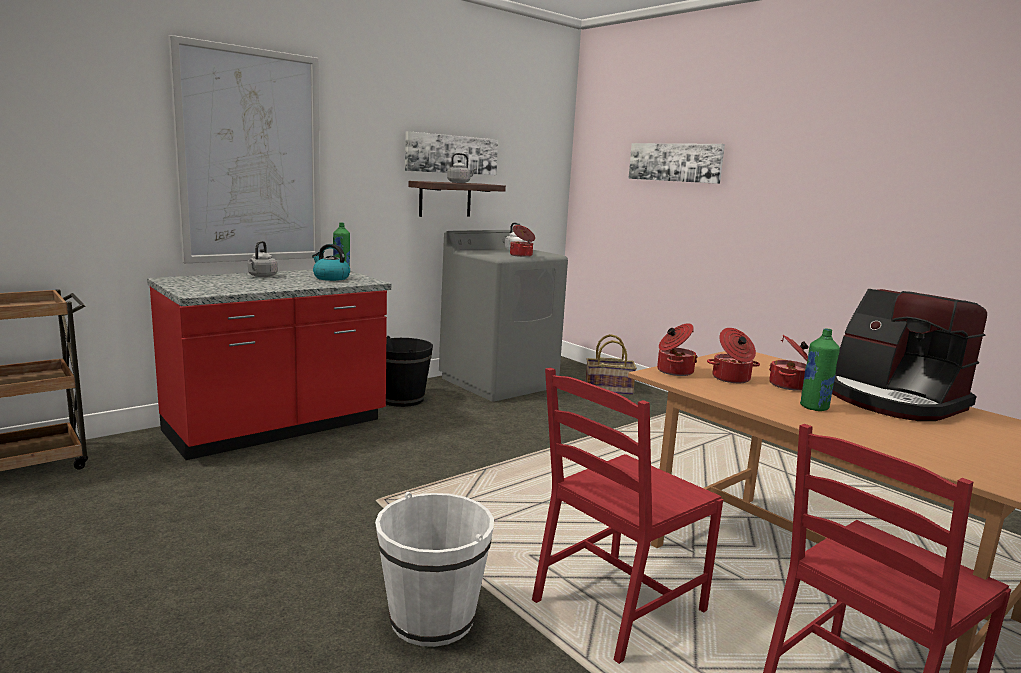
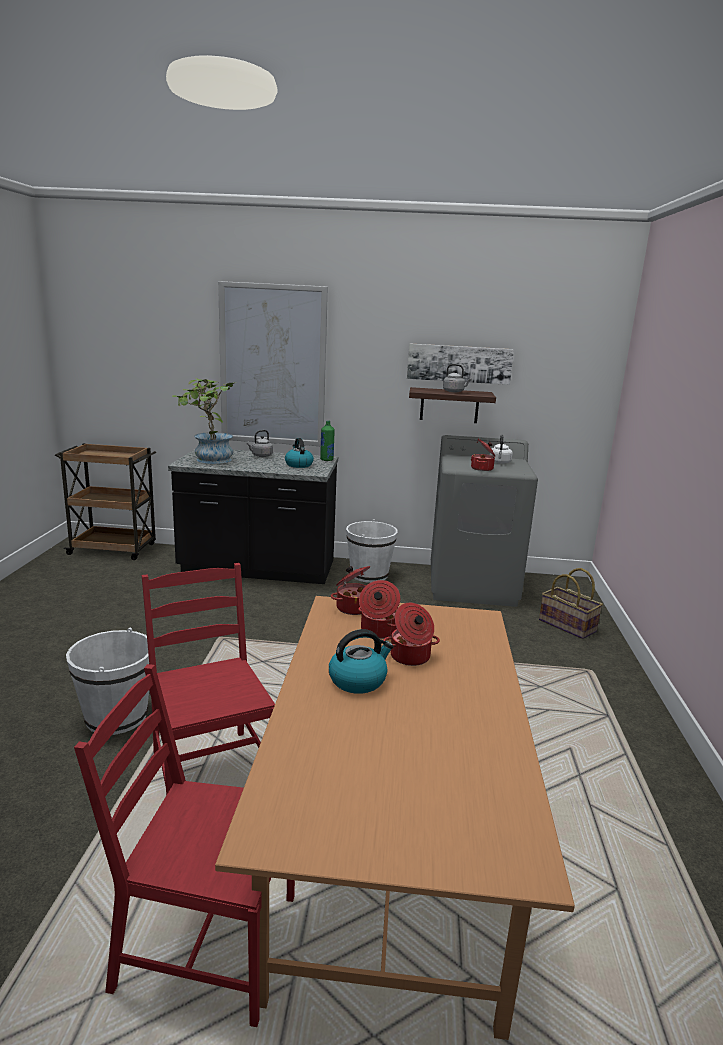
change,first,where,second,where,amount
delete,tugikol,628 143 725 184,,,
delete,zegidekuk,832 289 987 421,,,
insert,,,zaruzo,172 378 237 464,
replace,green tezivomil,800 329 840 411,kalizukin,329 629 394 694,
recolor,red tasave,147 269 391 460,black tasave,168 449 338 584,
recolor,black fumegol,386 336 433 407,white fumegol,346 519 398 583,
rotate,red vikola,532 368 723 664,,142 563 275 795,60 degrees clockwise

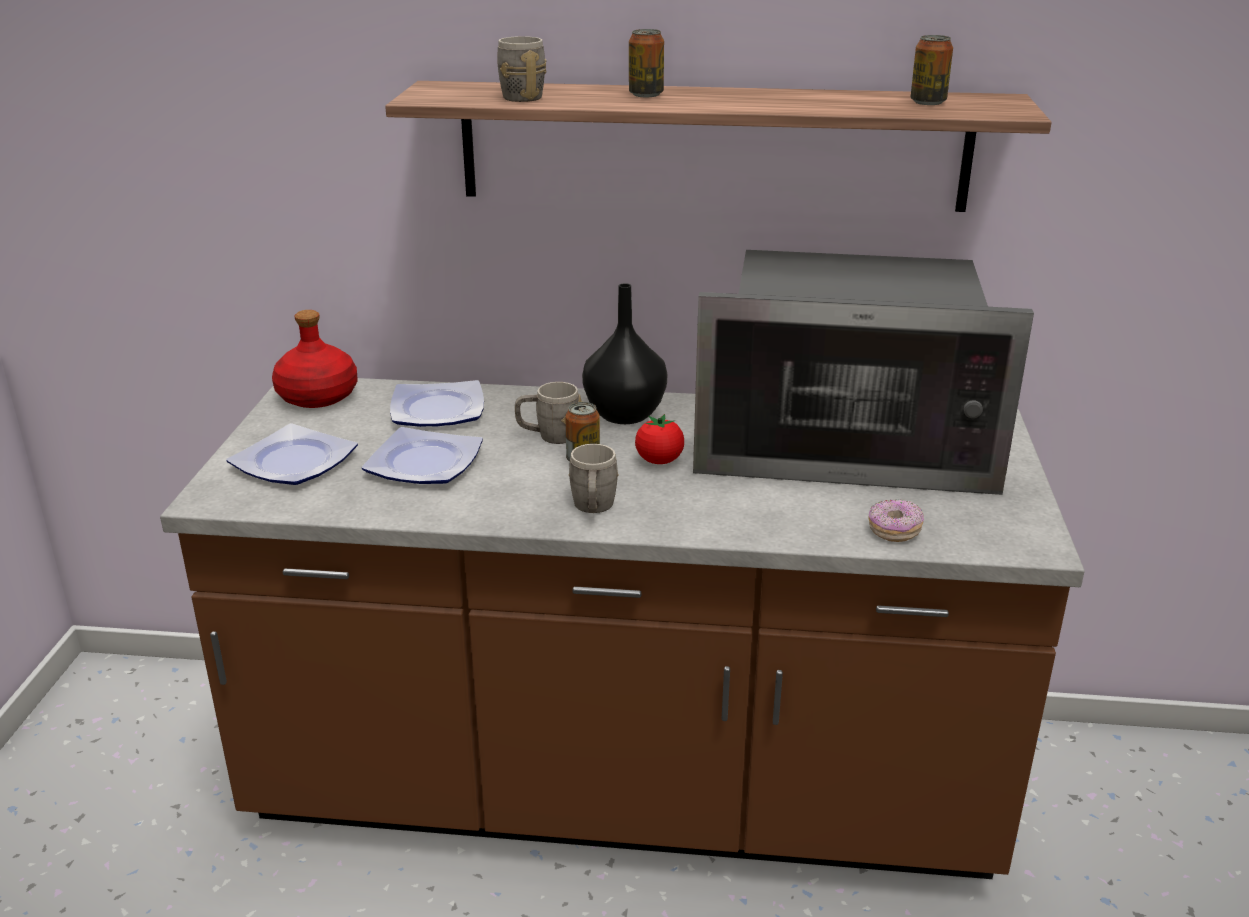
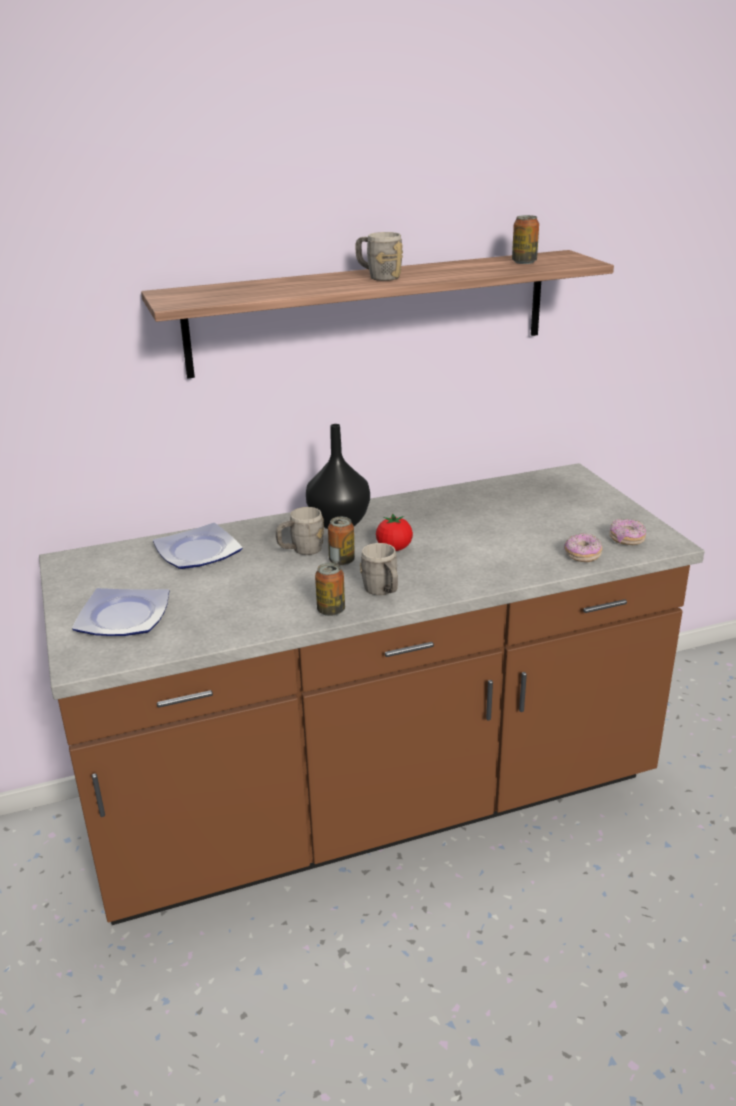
change,first,where,second,where,amount
delete,red tezivomil,272 310 358 408,,,
delete,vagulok,362 427 483 484,,,
delete,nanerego,693 250 1034 495,,,
insert,,,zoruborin,610 519 646 545,
move,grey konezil,498 36 547 102,,356 232 403 281,
move,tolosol,629 29 664 97,,315 563 345 616,

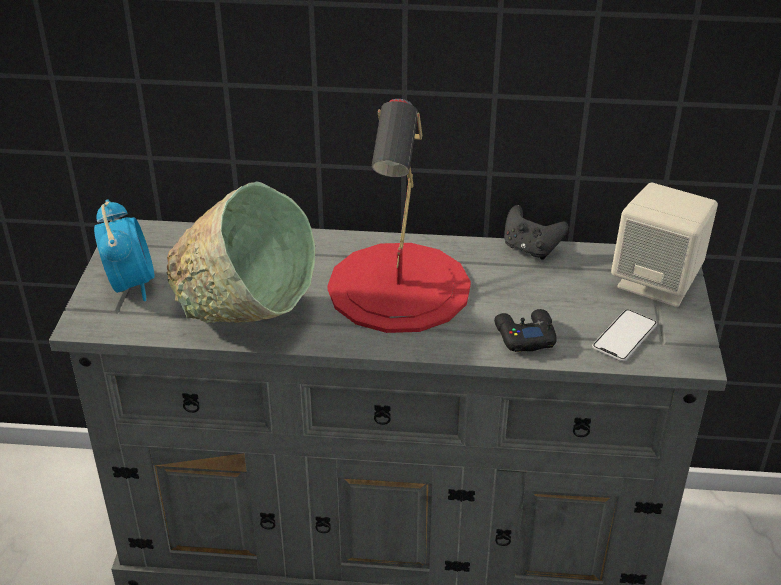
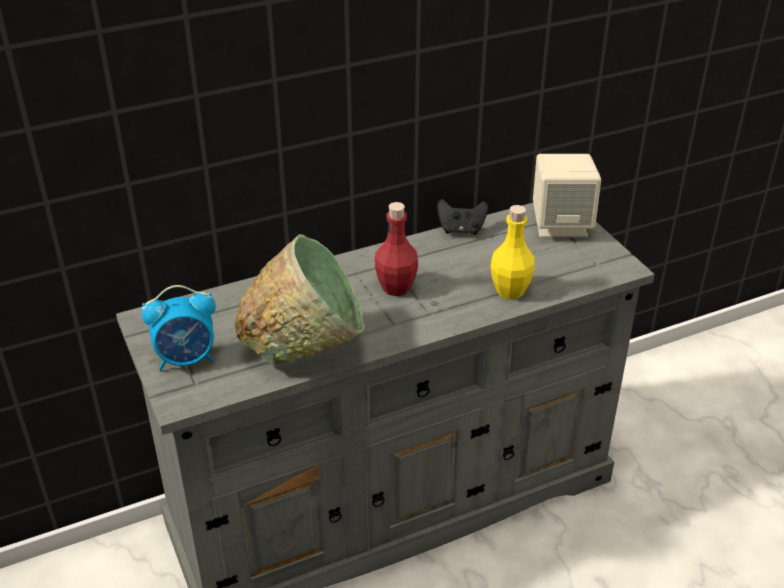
change,first,where,second,where,amount
delete,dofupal,592 309 657 361,,,
replace,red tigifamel,327 99 471 333,red tezivomil,375 202 418 296,
replace,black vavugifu,494 309 557 352,yellow tezivomil,490 205 535 299,
rotate,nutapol,94 199 154 301,,141 285 216 371,120 degrees clockwise

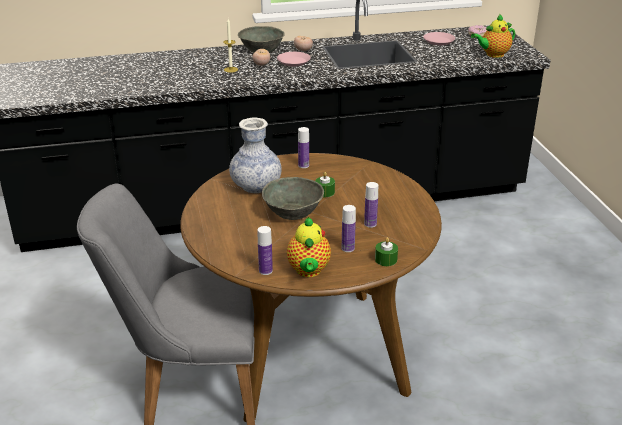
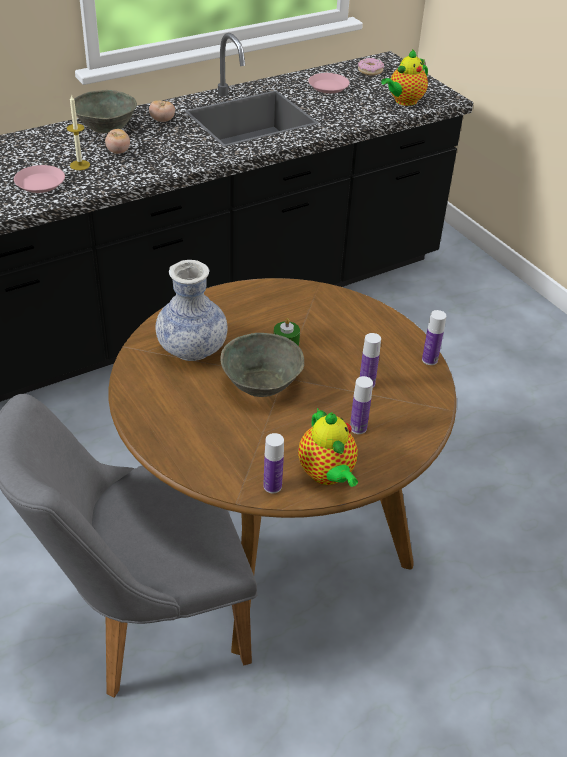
change,first,where,second,where,amount
delete,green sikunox,375 237 398 266,,,
move,pink vagulok,277 52 311 66,,14 165 65 193,
move,tezivomil,298 127 309 168,,422 310 446 365,

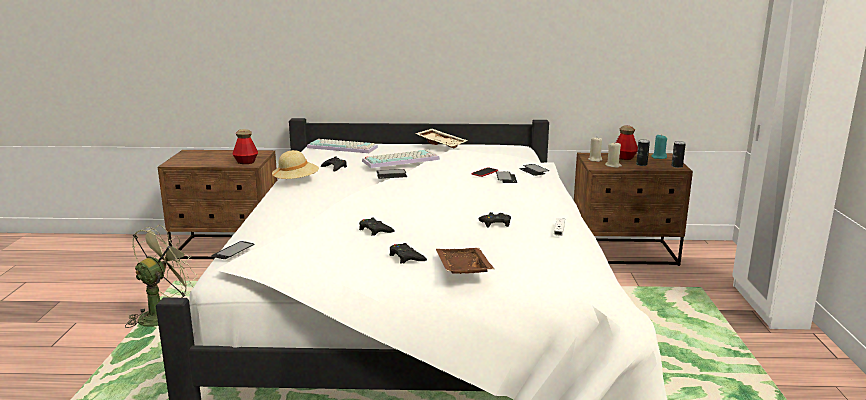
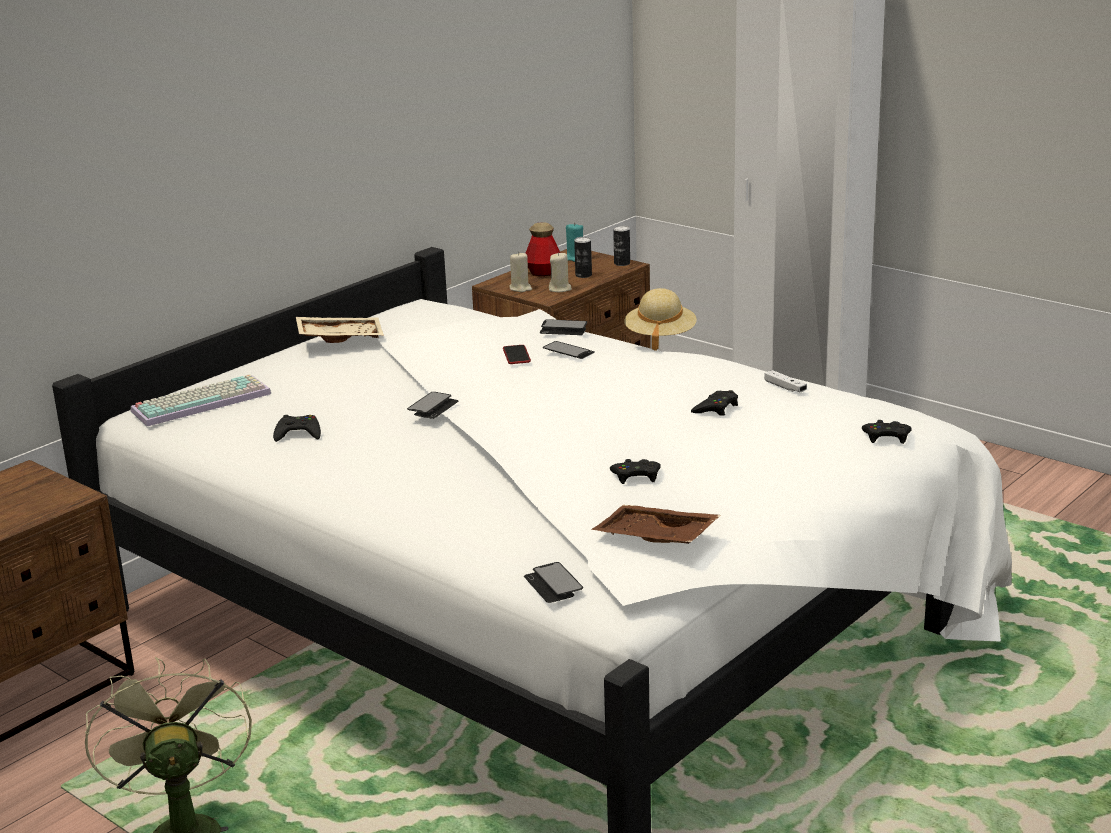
change,first,where,second,where,amount
delete,tezivomil,232 129 258 164,,,
delete,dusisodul,362 149 440 168,,,
move,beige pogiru,272 150 319 186,,624 288 697 351,
move,black vavugifu,390 243 427 264,,862 420 912 444,
move,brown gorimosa,436 248 494 274,,591 505 721 544,

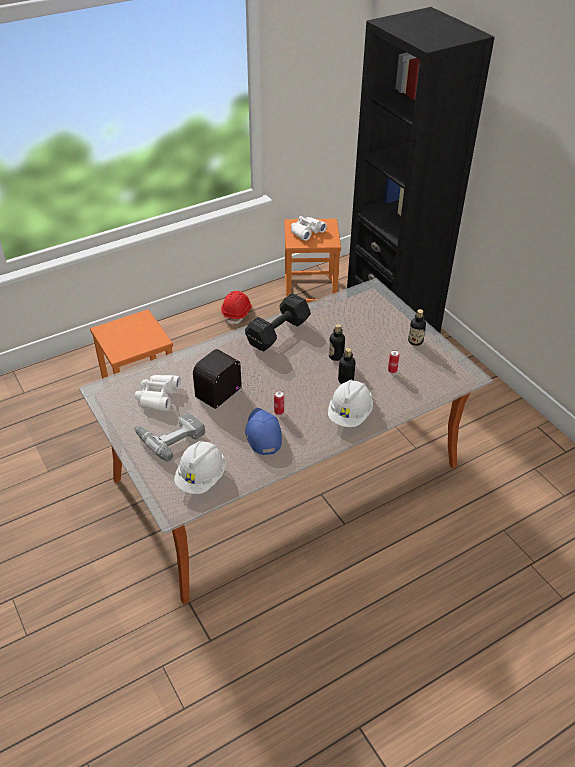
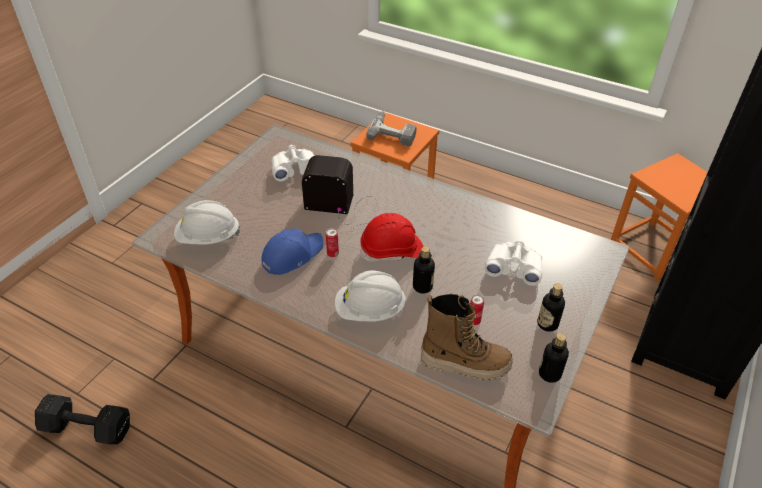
change,first,where,second,where,amount
insert,,,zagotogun,421 294 513 381,
move,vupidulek,134 413 205 461,,366 111 417 146,
move,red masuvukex,221 291 252 326,,360 213 424 262,
move,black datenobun,245 293 311 351,,35 394 130 444,
move,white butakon,291 216 327 241,,485 240 542 286,
move,tezivomil,329 324 345 361,,539 333 569 383,

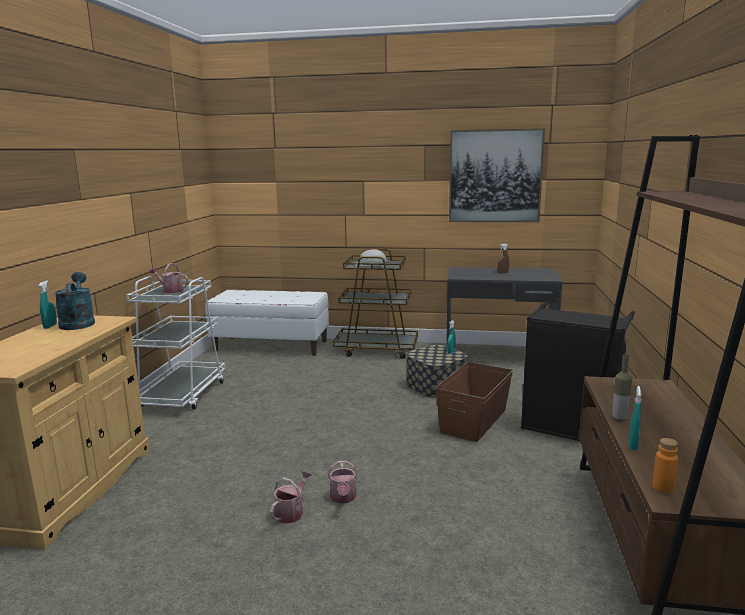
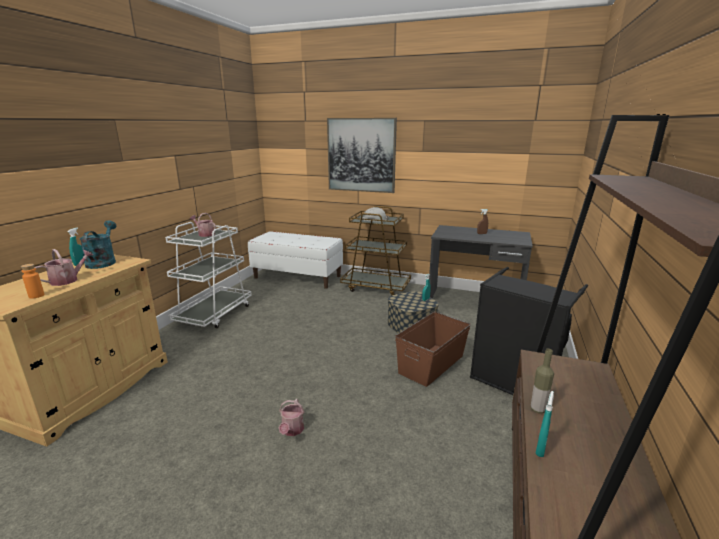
change,first,where,second,where,amount
move,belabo,270 471 312 524,,35 249 93 286,
move,tugikol,449 128 545 222,,327 118 397 193,
move,orange tezivomil,652 438 678 493,,21 264 44 299,

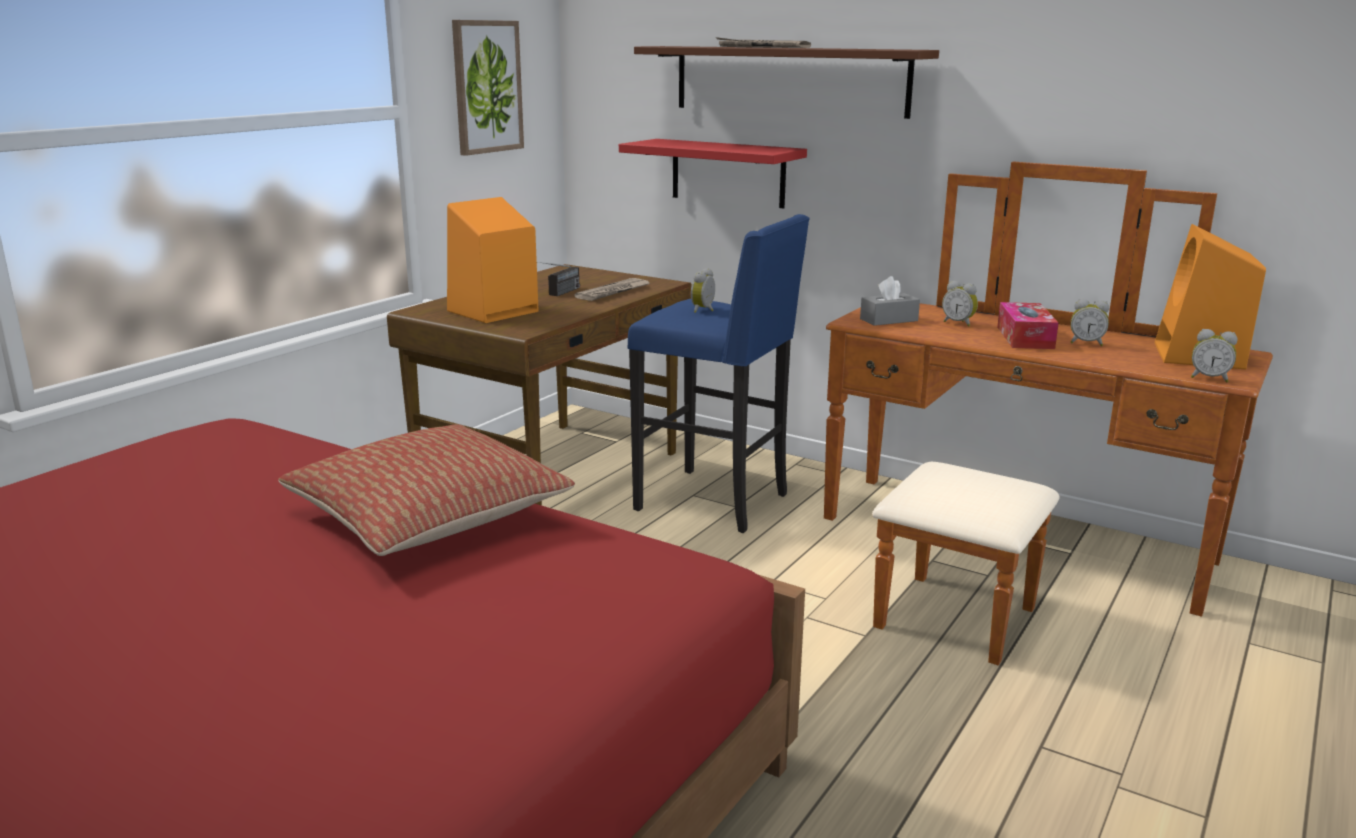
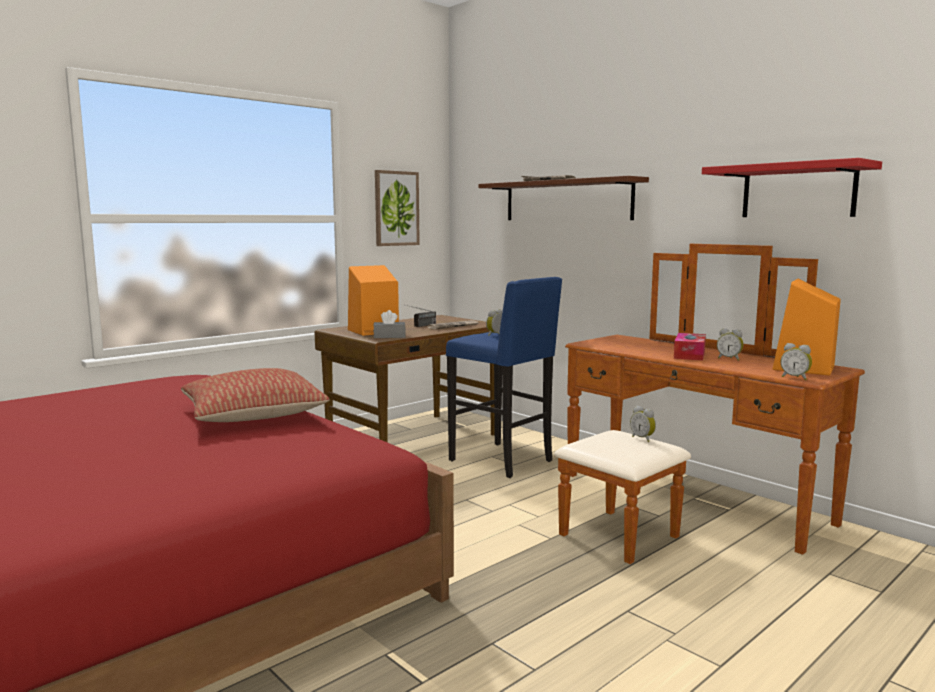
change,first,where,second,where,amount
move,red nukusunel,619 139 807 208,,702 158 882 217,
move,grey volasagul,860 276 920 326,,373 310 406 338,
move,nutapol,942 280 978 327,,630 406 656 442,

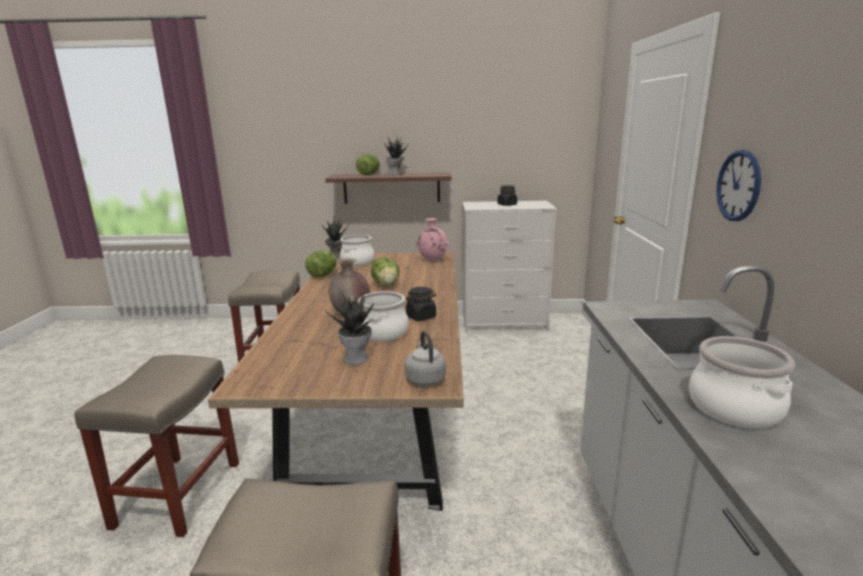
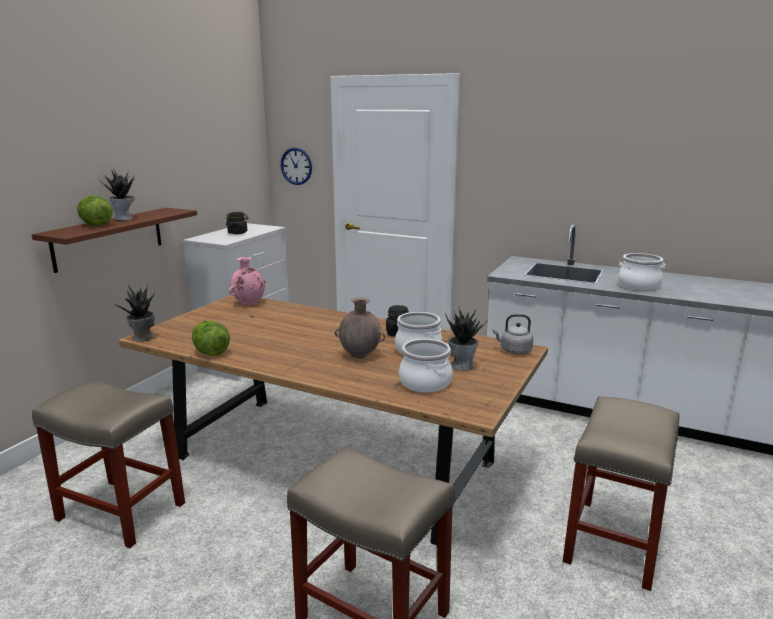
change,first,where,second,where,amount
delete,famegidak,371 257 400 286,,,
move,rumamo,340 235 374 266,,399 339 453 393,
move,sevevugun,716 150 761 221,,281 147 312 185,

